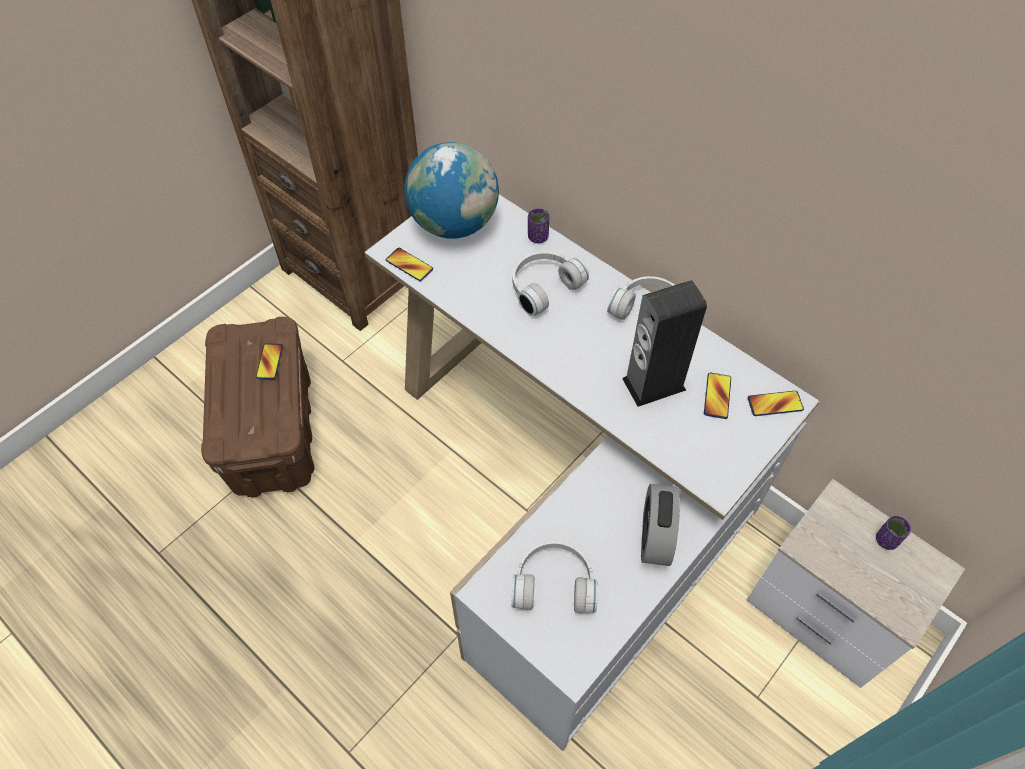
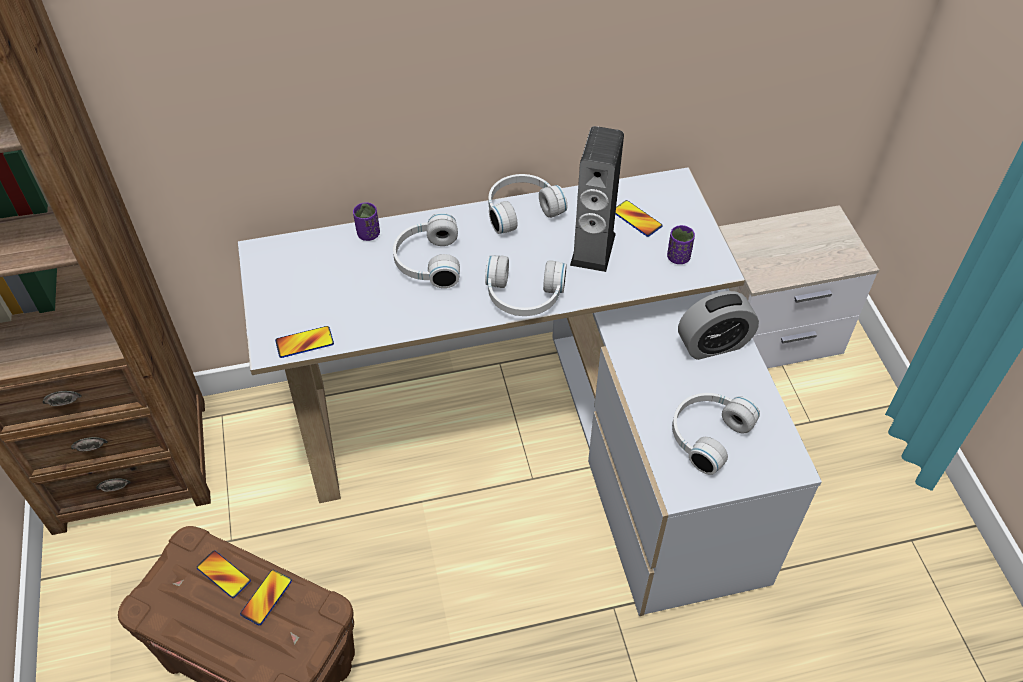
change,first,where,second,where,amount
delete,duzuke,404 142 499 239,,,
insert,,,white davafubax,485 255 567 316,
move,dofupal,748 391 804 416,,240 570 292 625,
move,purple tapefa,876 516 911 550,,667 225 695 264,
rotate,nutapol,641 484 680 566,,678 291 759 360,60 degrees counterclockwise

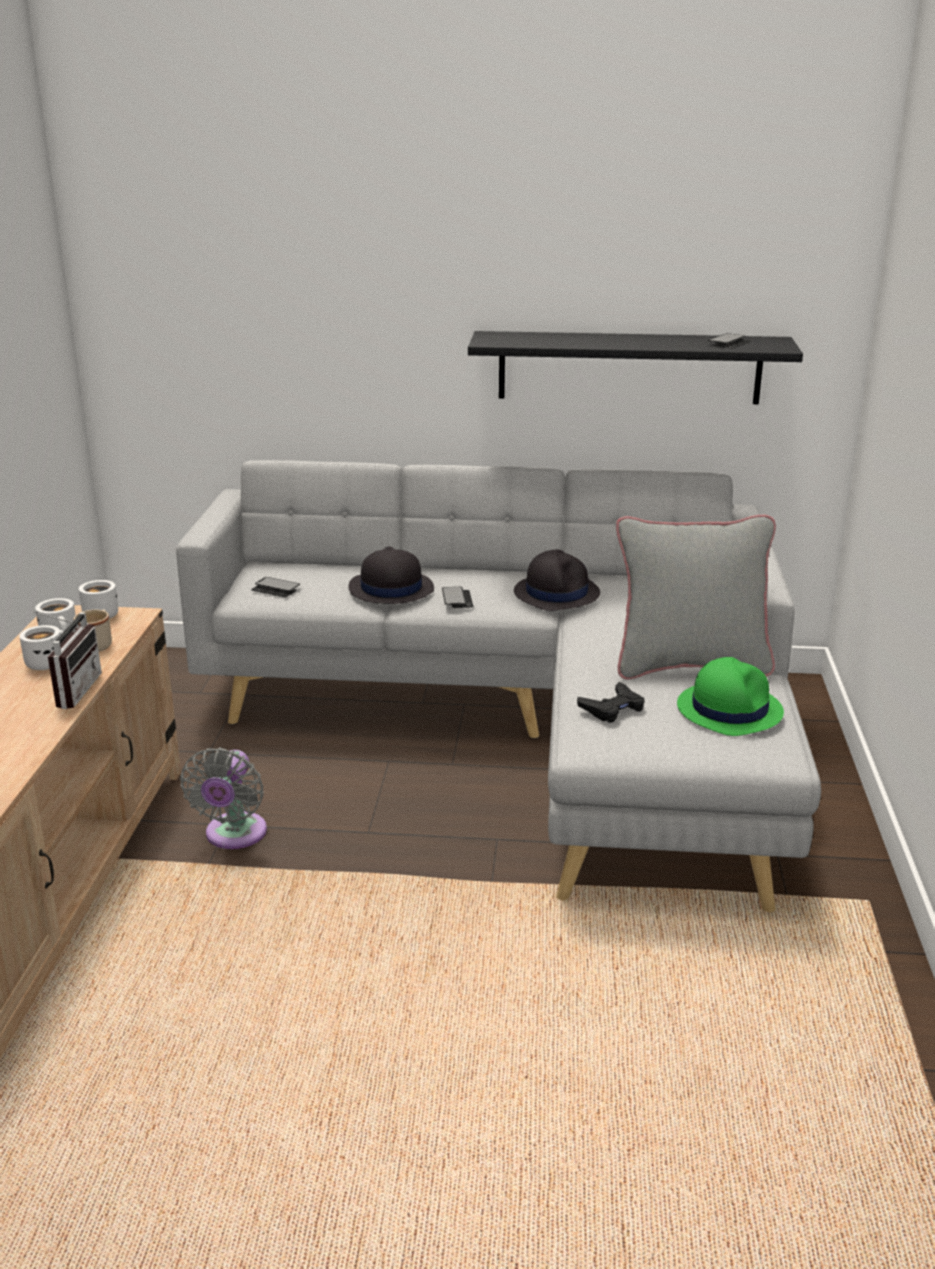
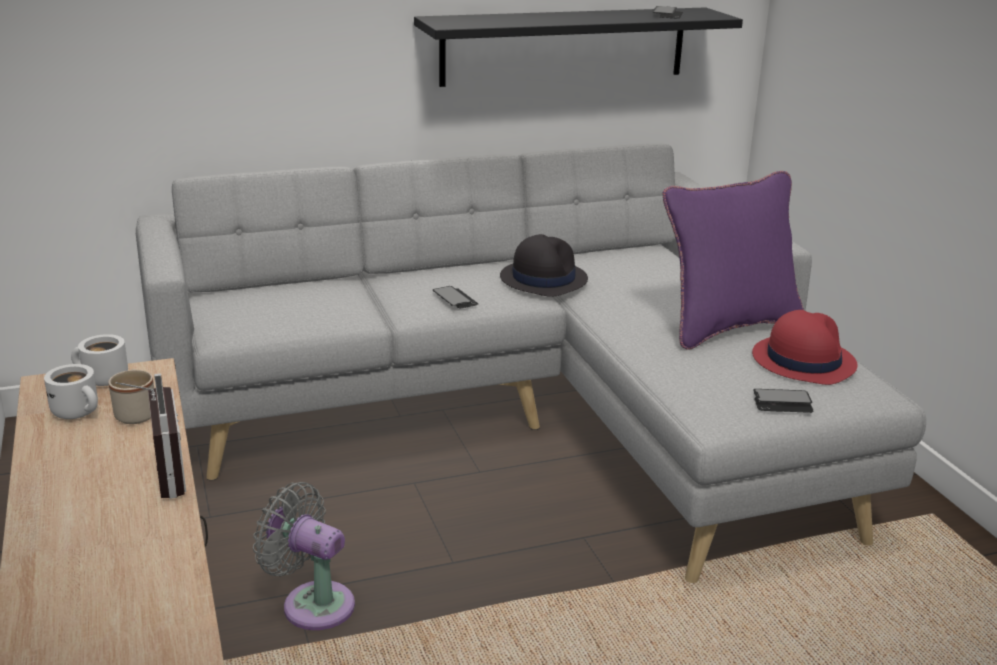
change,first,where,second,where,amount
delete,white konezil,19 625 64 670,,,
delete,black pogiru,349 546 434 604,,,
delete,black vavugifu,577 682 645 723,,,
move,dofupal,251 577 300 597,,753 389 813 413,
recolor,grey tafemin,616 515 776 679,purple tafemin,663 171 804 350,
recolor,green pogiru,677 657 784 736,red pogiru,752 310 858 385,
rotate,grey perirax,180 747 267 849,,253 482 355 630,135 degrees clockwise

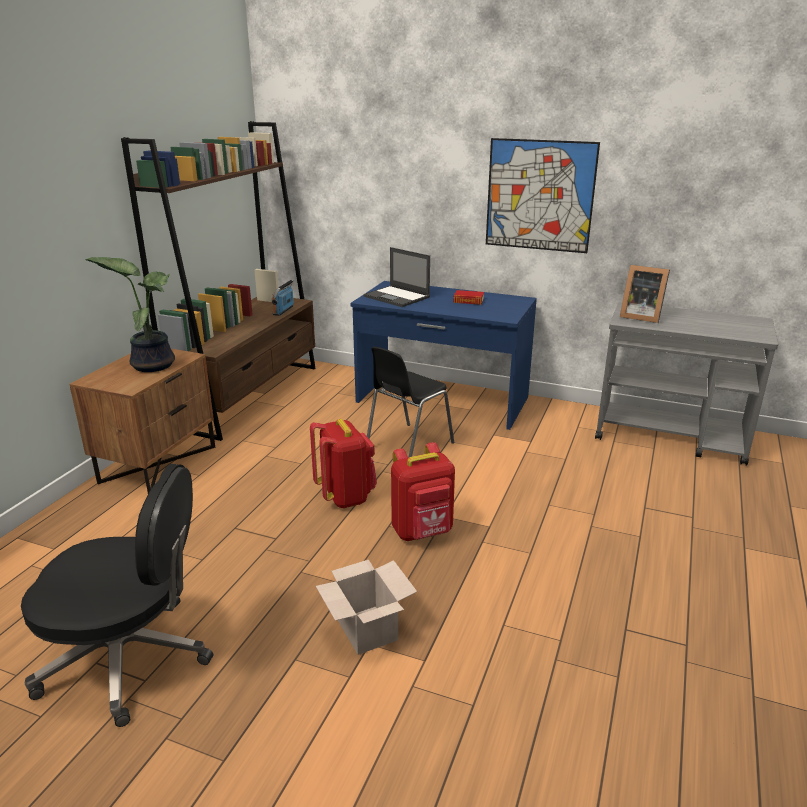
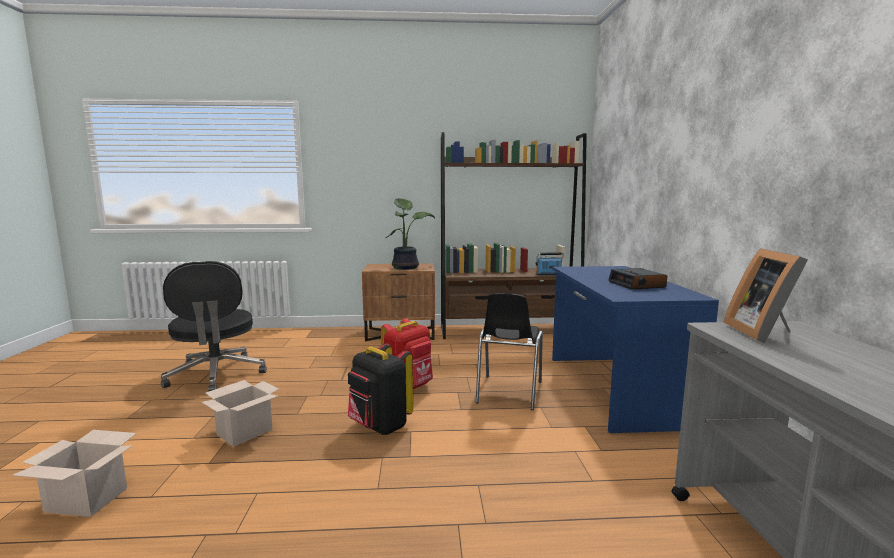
change,first,where,second,where,amount
delete,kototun,363 247 430 307,,,
delete,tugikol,486 138 600 253,,,
insert,,,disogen,11 430 137 517,
replace,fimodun,453 290 484 305,nutapol,608 268 667 289,
recolor,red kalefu,391 442 455 541,black kalefu,348 343 413 435,
rotate,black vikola,367 347 454 458,,475 293 543 410,90 degrees counterclockwise

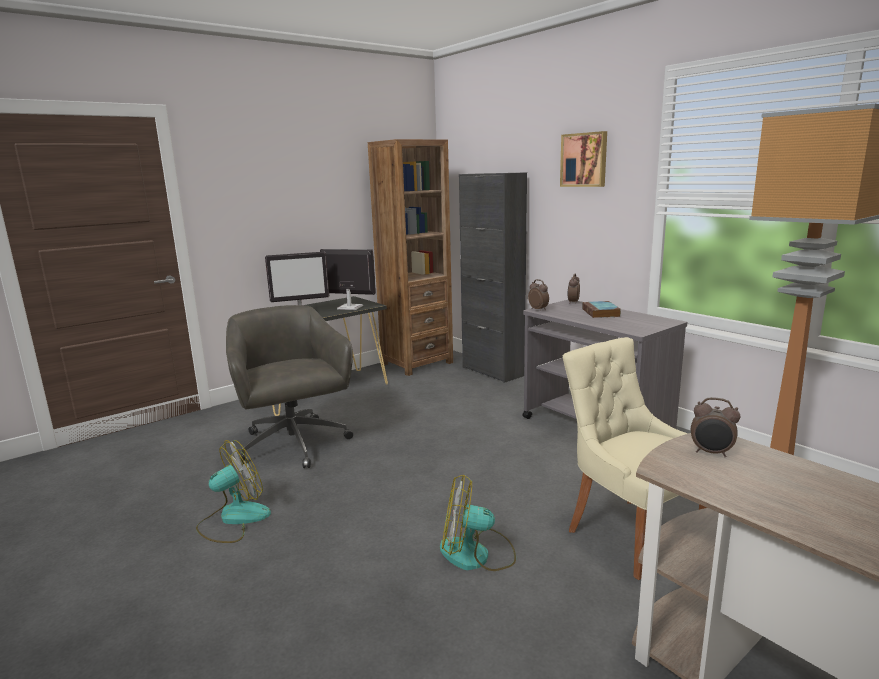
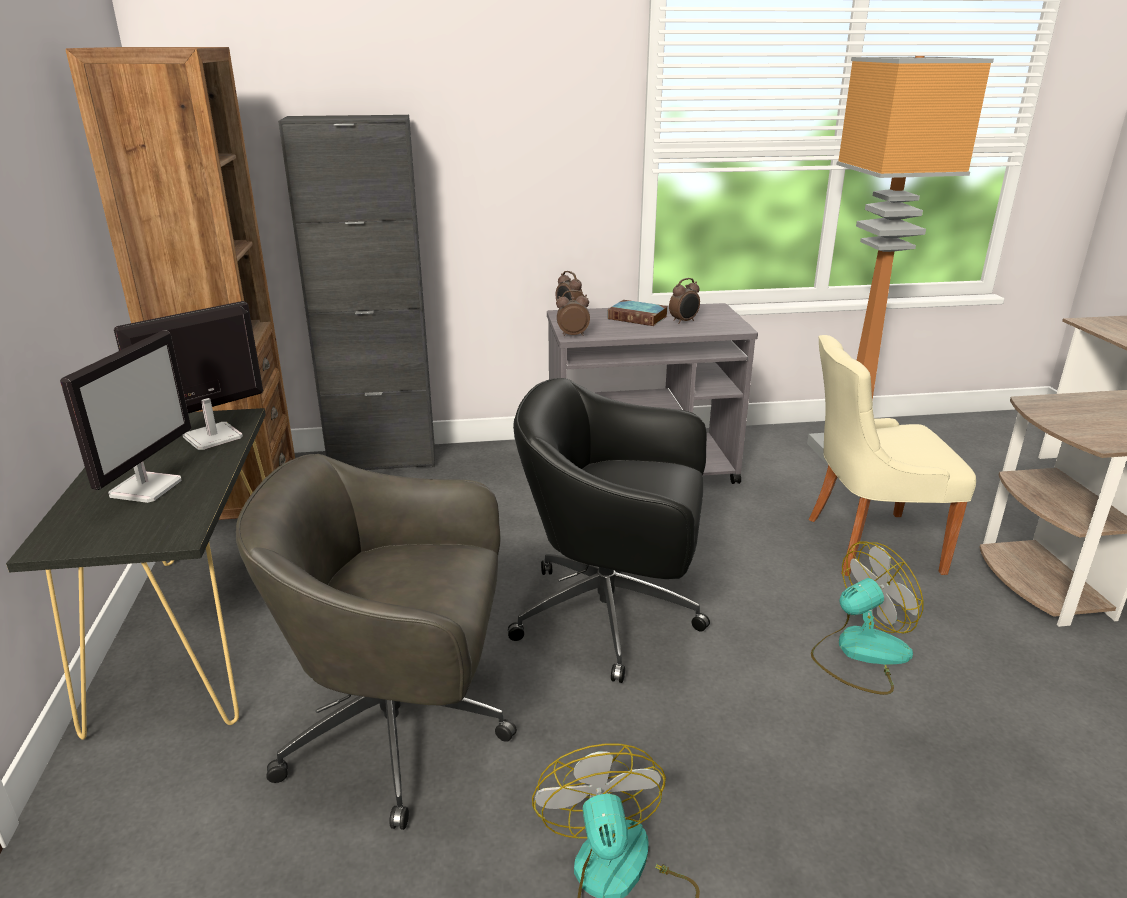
change,first,where,second,where,amount
delete,tugikol,560 131 607 187,,,
insert,,,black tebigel,508 378 710 683,
move,nutapol,691 397 741 457,,669 278 700 324,
rotate,perirax,440 475 516 571,,811 542 923 695,150 degrees counterclockwise

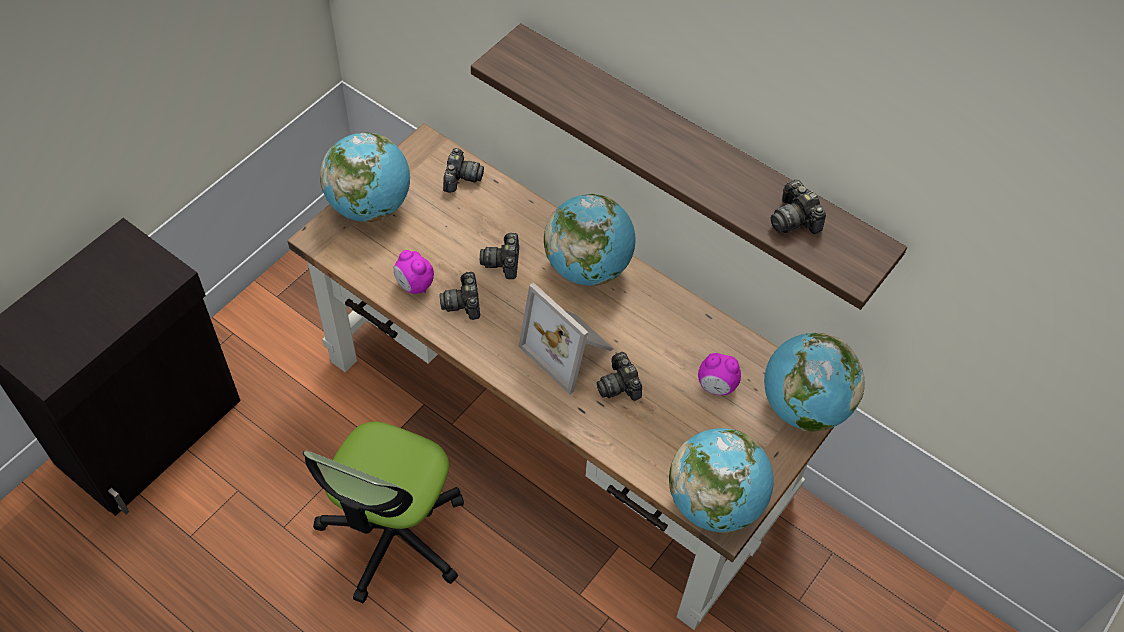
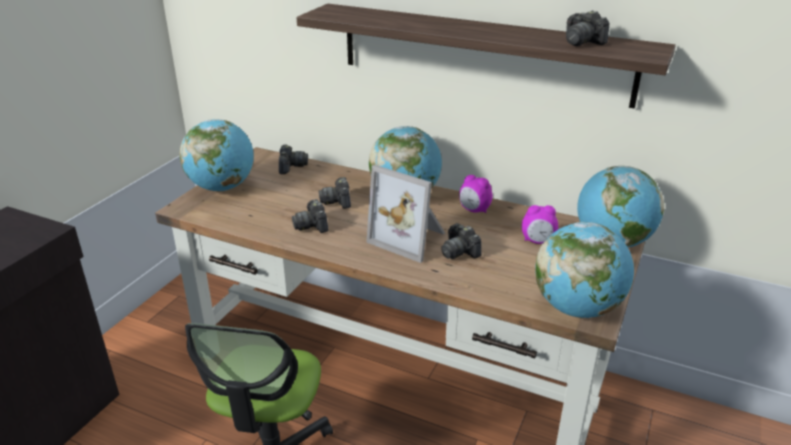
change,first,where,second,where,amount
move,nutapol,394 250 434 294,,459 175 493 213,

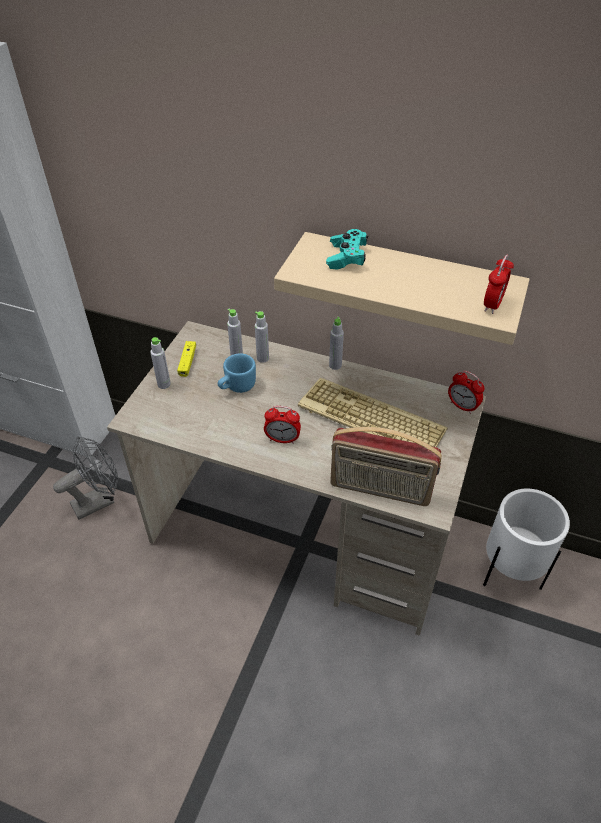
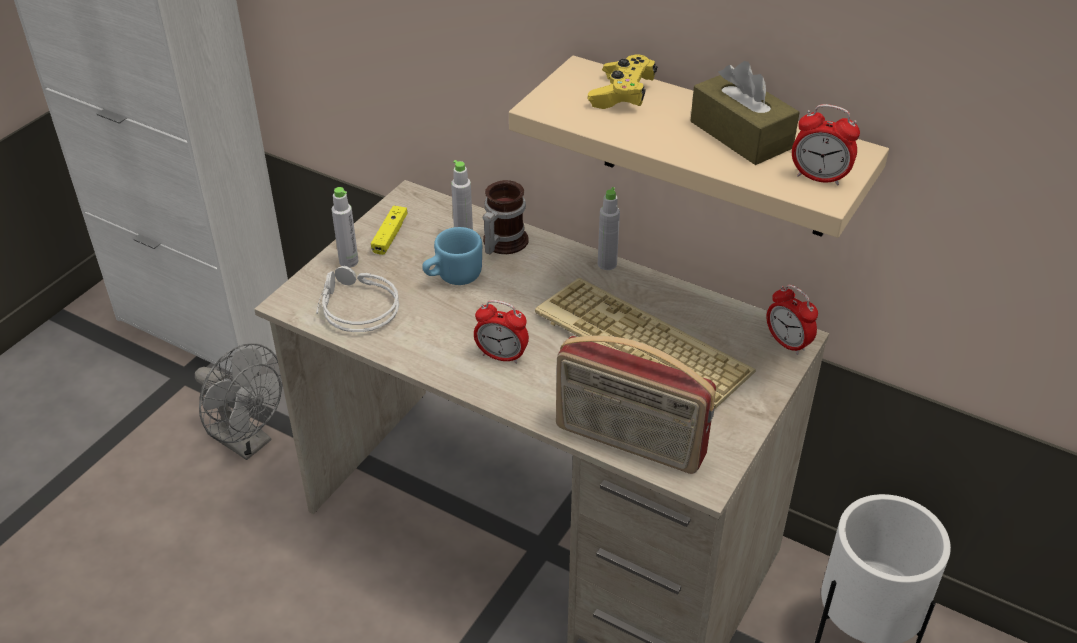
change,first,where,second,where,amount
insert,,,grey davafubax,316 266 399 332,
insert,,,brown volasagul,691 61 800 165,
replace,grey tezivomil,255 311 269 363,konezil,483 180 529 254,
recolor,turquoise vavugifu,326 229 368 270,yellow vavugifu,588 54 658 109,
rotate,grey perirax,53 436 118 520,,195 343 283 460,60 degrees clockwise
rotate,nutapol,484 254 514 314,,792 104 860 186,75 degrees clockwise

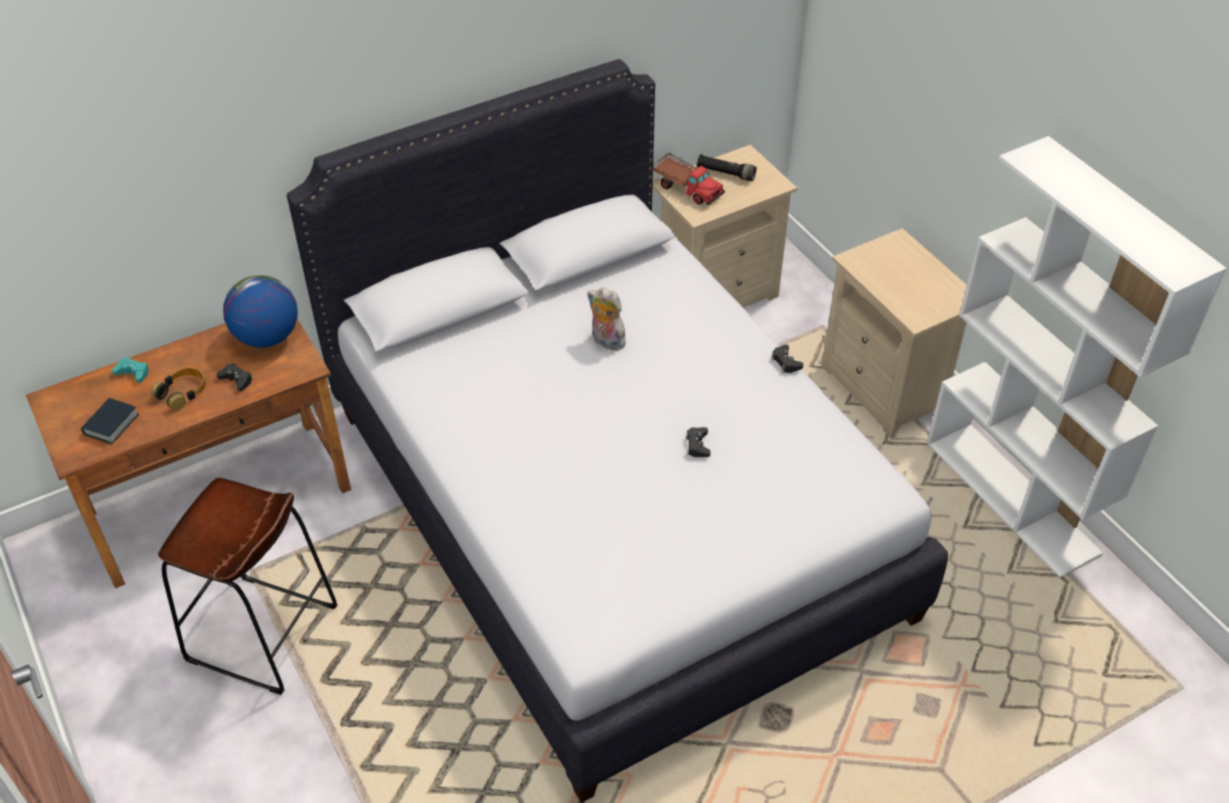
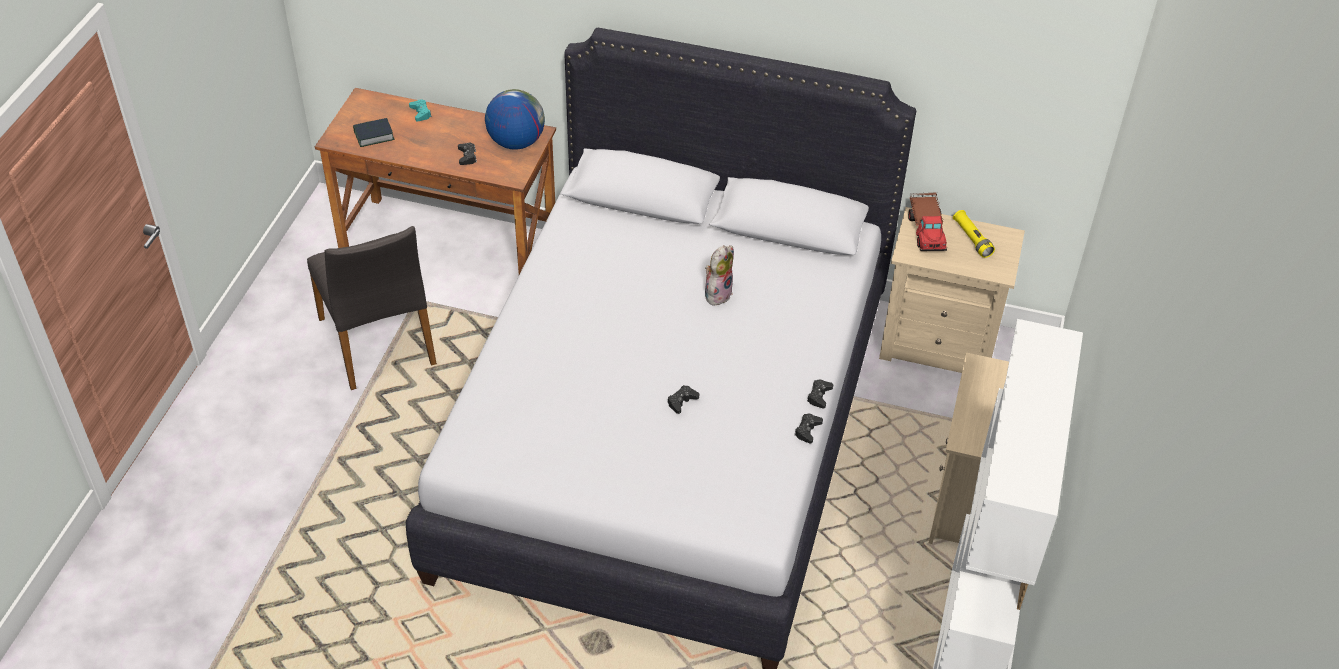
change,first,where,second,where,amount
delete,davafubax,151 368 206 411,,,
insert,,,black vavugifu,794 414 823 444,
replace,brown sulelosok,158 478 337 695,grey vikola,307 226 437 390,
recolor,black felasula,697 154 757 181,yellow felasula,953 210 995 258,
rotate,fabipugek,587 288 626 351,,705 245 734 306,45 degrees clockwise

